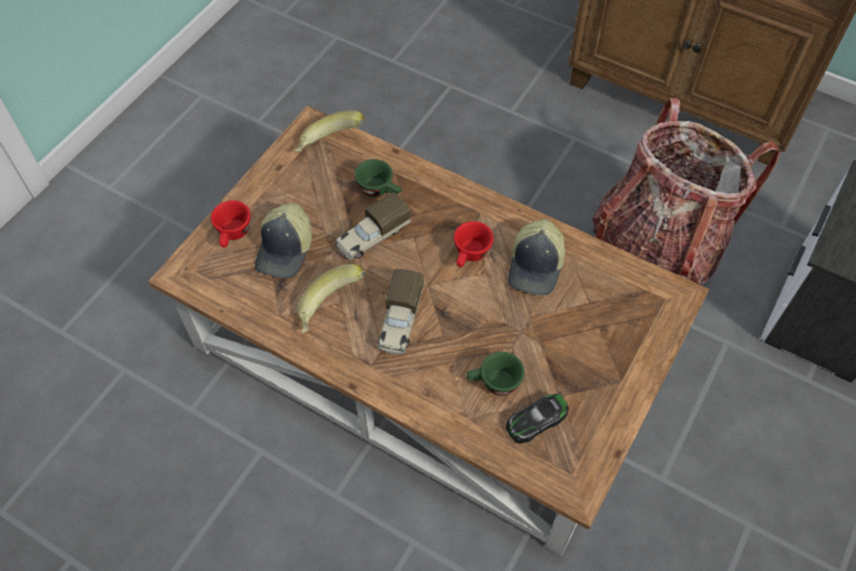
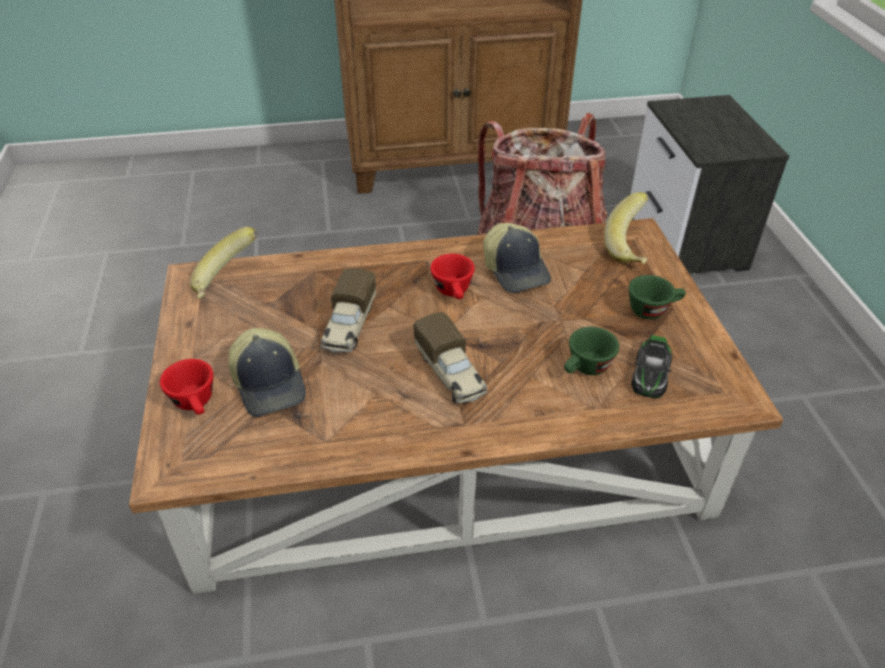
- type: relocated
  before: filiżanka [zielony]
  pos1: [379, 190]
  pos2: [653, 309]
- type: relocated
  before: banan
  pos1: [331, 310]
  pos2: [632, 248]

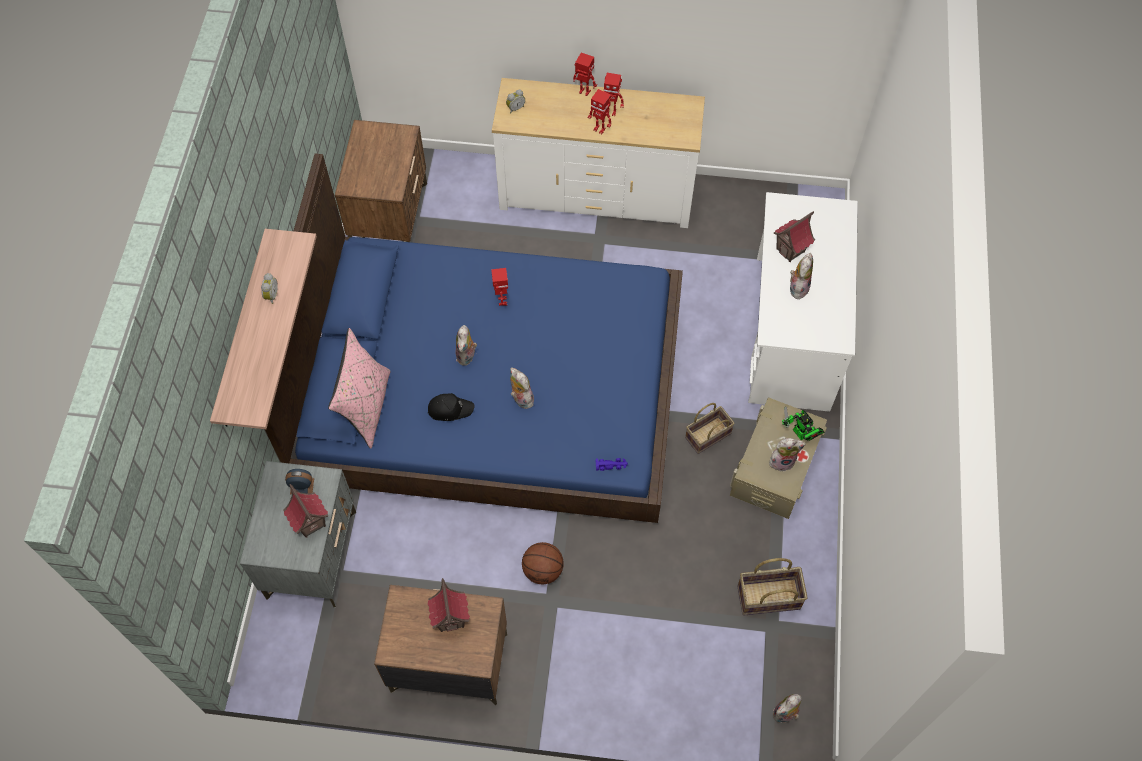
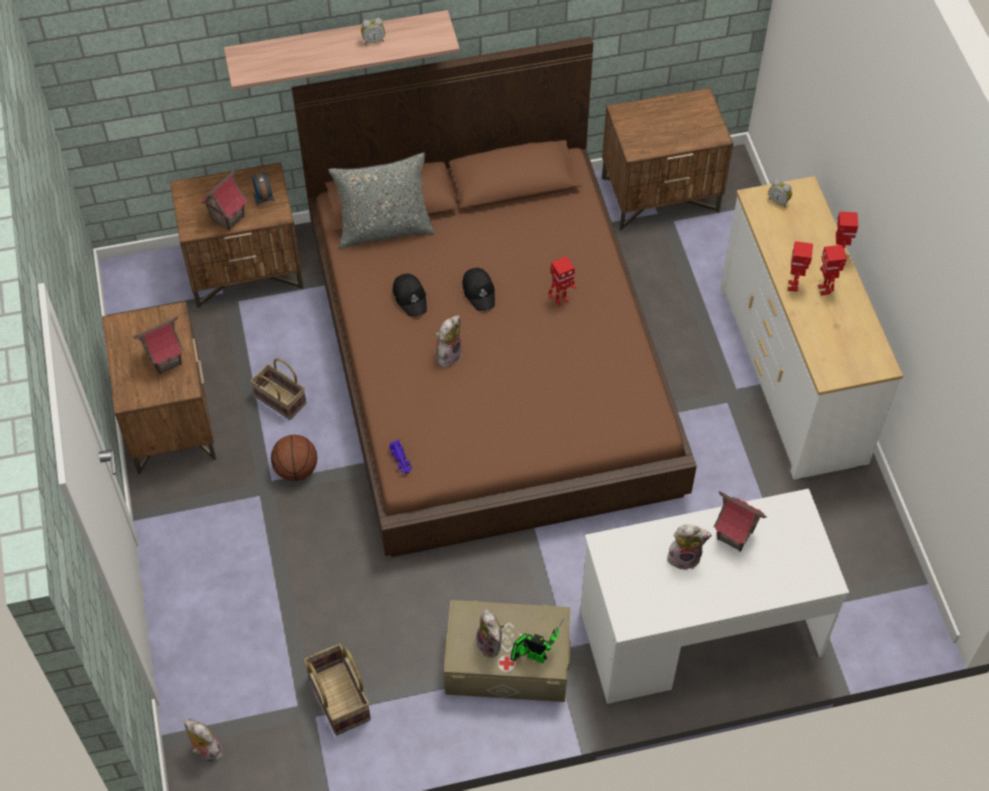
- type: colour
  before: łóżko [niebieski]
  after: łóżko [brązowy]
  pos1: [491, 387]
  pos2: [491, 355]
- type: exchanged
  before: pluszak
  after: czapka z daszkiem [czarny]
  pos1: [467, 356]
  pos2: [479, 291]
- type: colour
  before: poduszka [różowy]
  after: poduszka [szary]
  pos1: [366, 407]
  pos2: [384, 229]
- type: relocated
  before: koszyk
  pos1: [707, 437]
  pos2: [278, 400]
- type: spun
  before: robot zabawkowy
  pos1: [801, 435]
  pos2: [533, 655]
  turn: 75
- type: colour
  before: szafka nocna [szary]
  after: szafka nocna [brązowy]
  pos1: [311, 553]
  pos2: [246, 270]

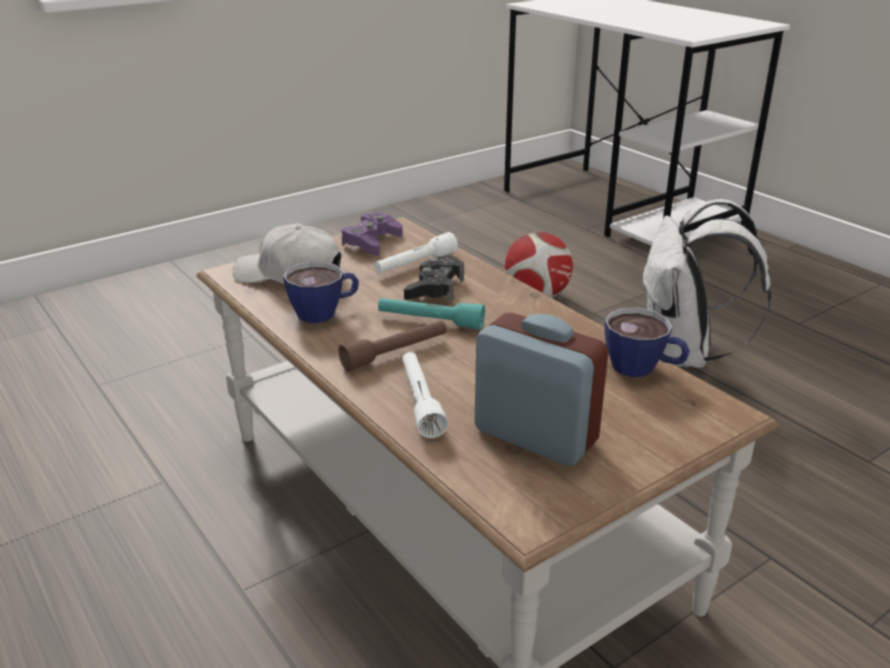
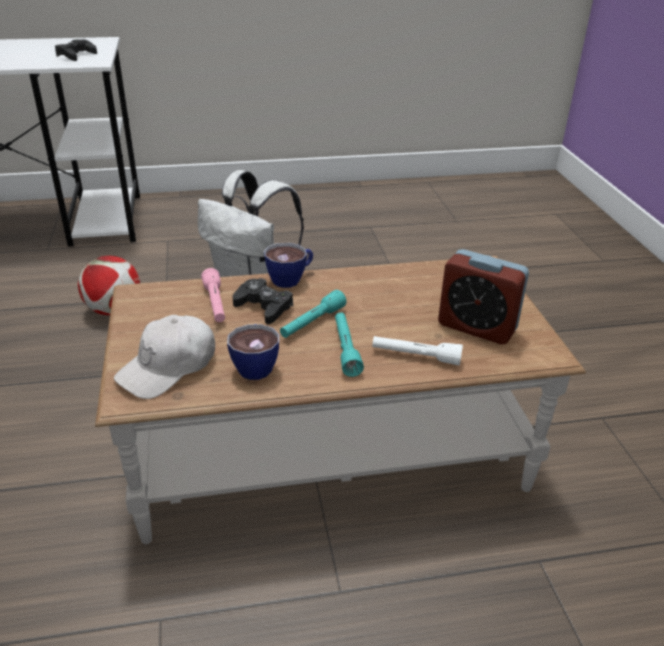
- type: missing
  before: pad do gier [fioletowy]
  pos1: [372, 242]
- type: colour
  before: latarka [biały]
  after: latarka [różowy]
  pos1: [415, 264]
  pos2: [215, 304]
- type: relocated
  before: filiżanka
  pos1: [643, 369]
  pos2: [291, 278]
- type: spun
  before: budzik
  pos1: [535, 436]
  pos2: [476, 327]
  turn: -120
- type: colour
  before: latarka [brązowy]
  after: latarka [turkusowy]
  pos1: [395, 353]
  pos2: [346, 349]
- type: appeared
  after: pad do gier [czarny]
  pos2: [76, 55]

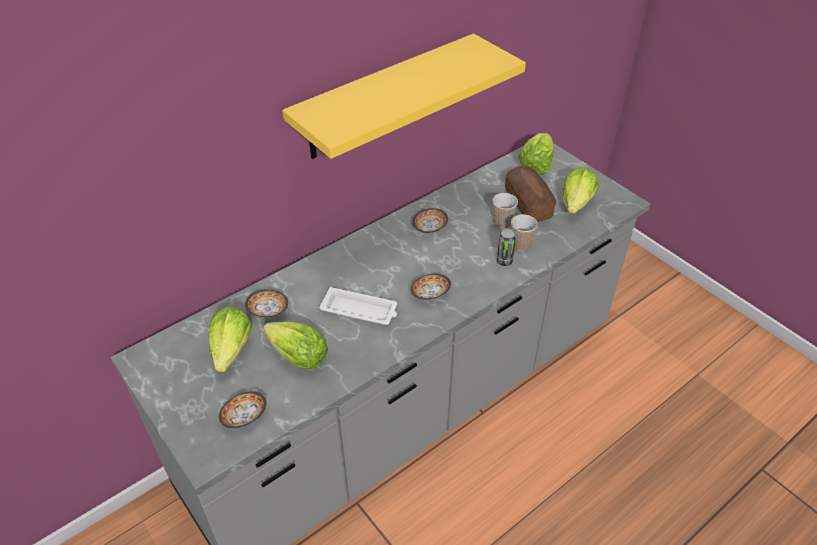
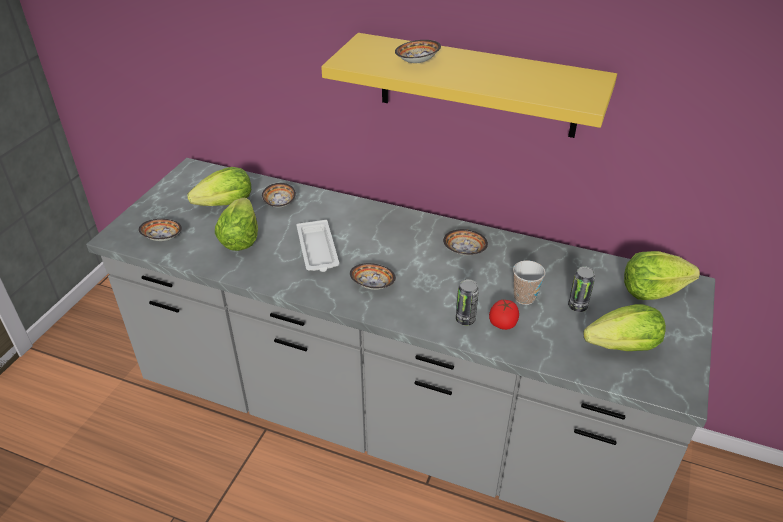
- type: exchanged
  before: chleb
  after: puszka
  pos1: [528, 203]
  pos2: [577, 306]
- type: exchanged
  before: filiżanka
  after: pomidor
  pos1: [520, 245]
  pos2: [503, 323]
- type: appeared
  after: miska
  pos2: [417, 62]

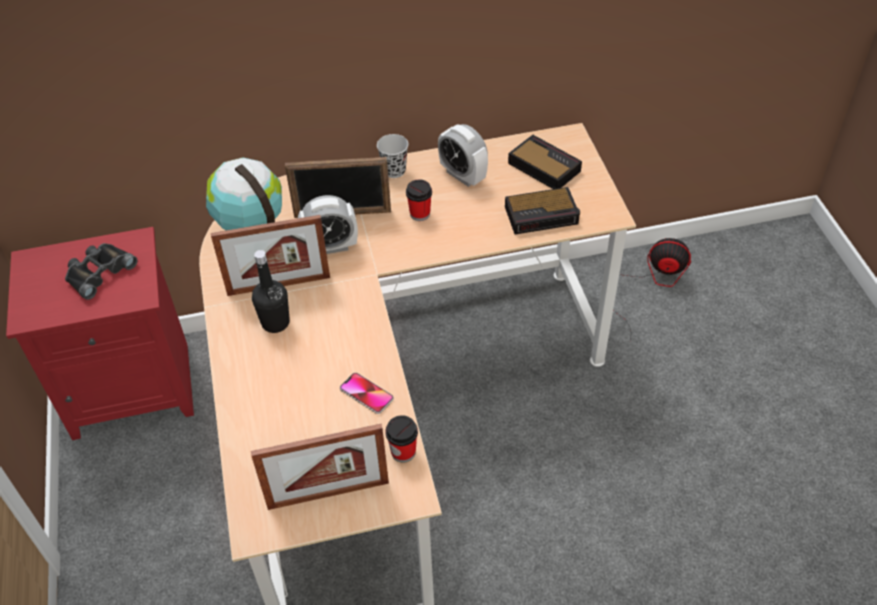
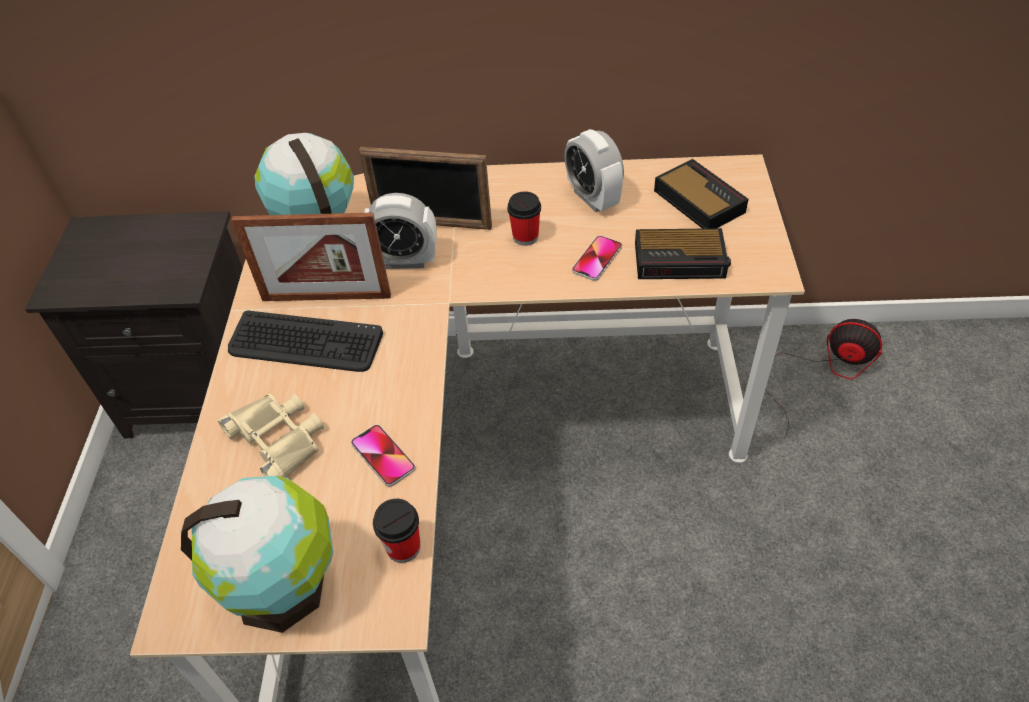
- type: missing
  before: filiżanka [czarny]
  pos1: [394, 171]
- type: colour
  before: szafka nocna [czerwony]
  after: szafka nocna [czarny]
  pos1: [134, 388]
  pos2: [205, 392]
- type: missing
  before: lornetka [czarny]
  pos1: [99, 272]
- type: exchanged
  before: butelka [czarny]
  after: klawiatura
  pos1: [275, 323]
  pos2: [305, 343]
- type: exchanged
  before: ramka na zdjęcie
  after: globus
  pos1: [328, 494]
  pos2: [285, 587]
- type: appeared
  after: telefon
  pos2: [597, 259]
- type: appeared
  after: lornetka [beżowy]
  pos2: [279, 438]

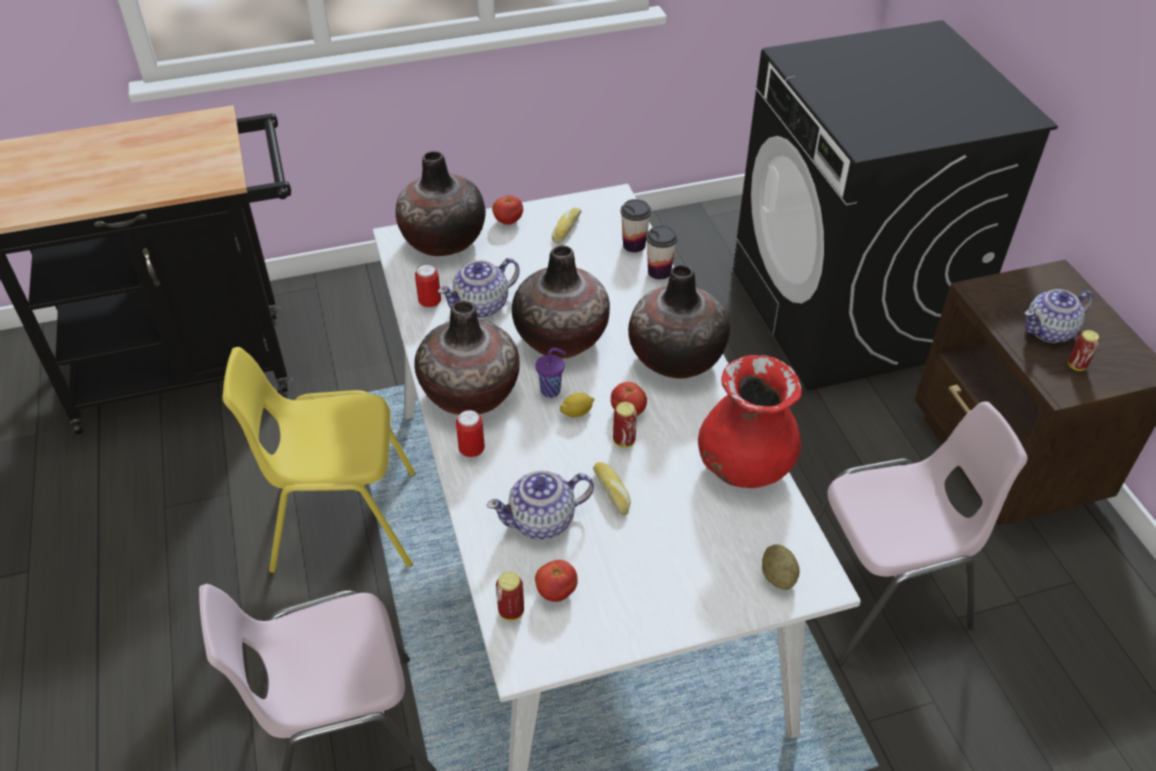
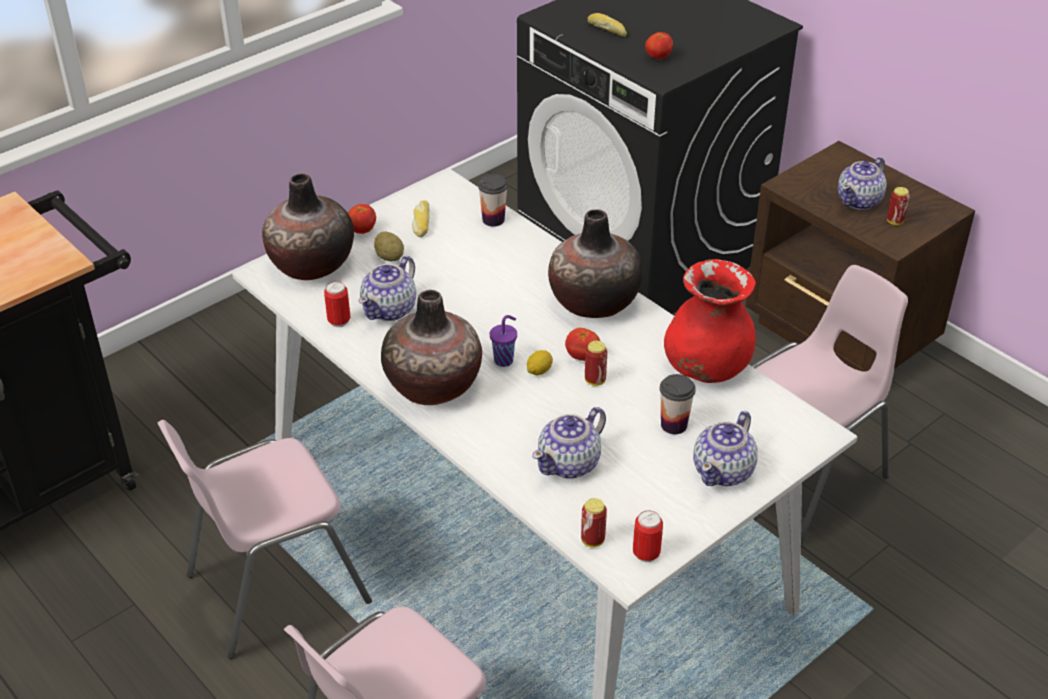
- type: relocated
  before: filiżanka
  pos1: [659, 272]
  pos2: [674, 425]
- type: missing
  before: wazon
  pos1: [561, 338]
- type: colour
  before: krzesło [żółty]
  after: krzesło [różowy]
  pos1: [343, 521]
  pos2: [275, 587]
- type: relocated
  before: puszka
  pos1: [472, 450]
  pos2: [646, 554]
- type: relocated
  before: chleb
  pos1: [613, 492]
  pos2: [607, 30]
- type: relocated
  before: ziemniak
  pos1: [778, 577]
  pos2: [389, 257]
- type: relocated
  before: pomidor
  pos1: [556, 591]
  pos2: [658, 57]
- type: appeared
  after: imbryk
  pos2: [724, 471]

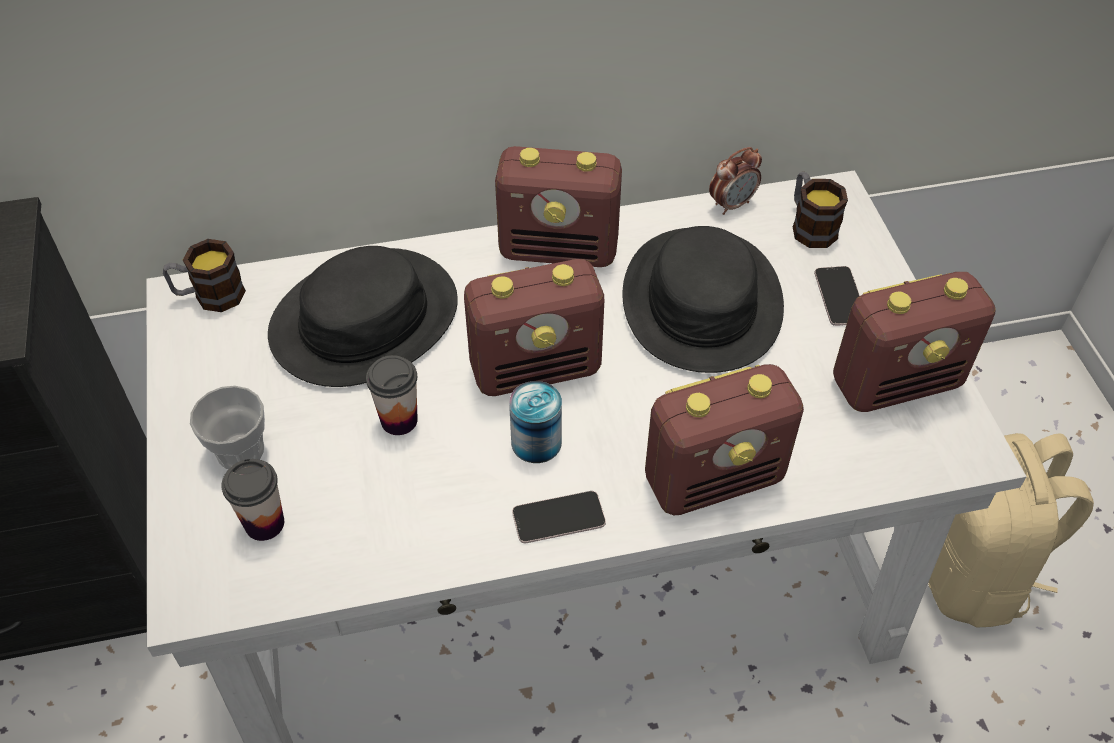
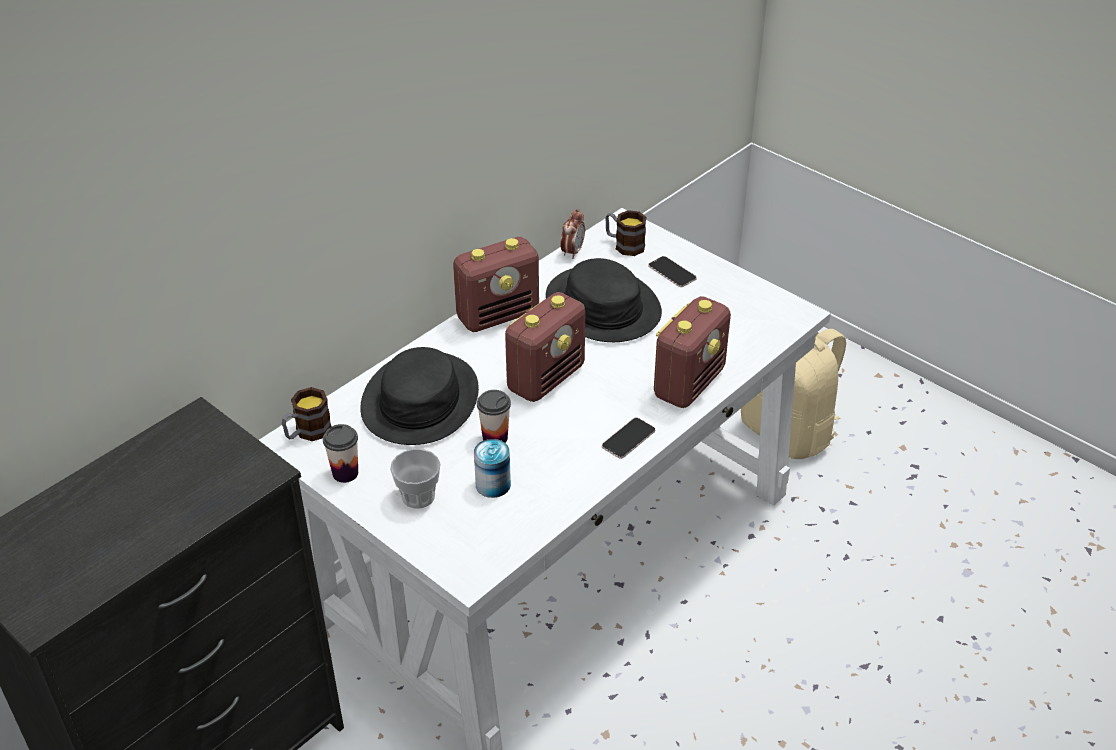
- type: missing
  before: radio
  pos1: [897, 382]
- type: relocated
  before: puszka
  pos1: [536, 442]
  pos2: [493, 484]
- type: relocated
  before: filiżanka
  pos1: [264, 523]
  pos2: [345, 473]

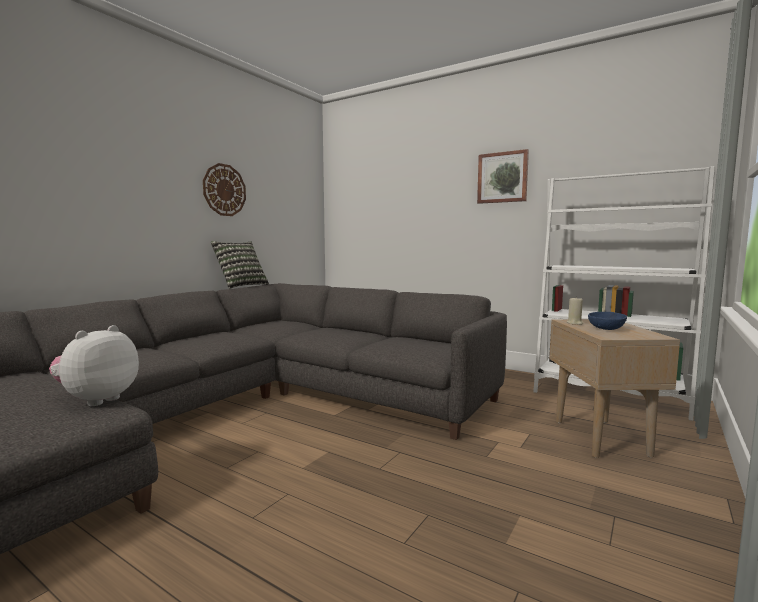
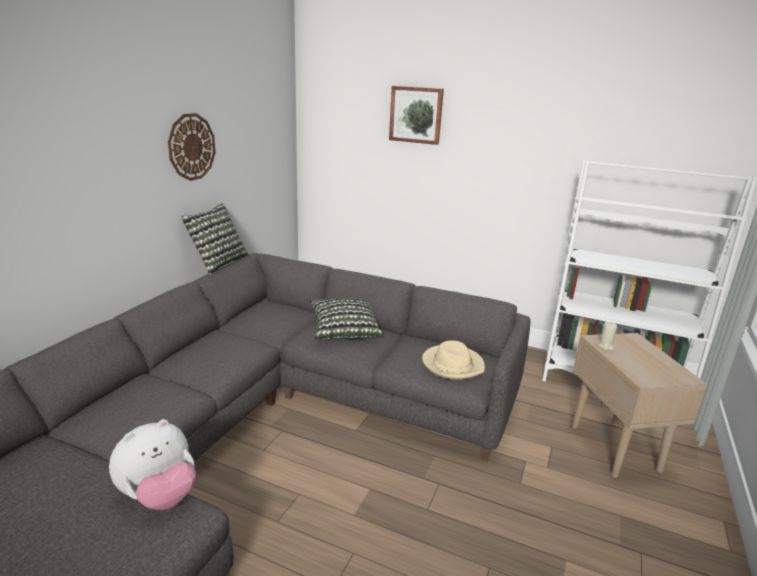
- type: relocated
  before: obraz
  pos1: [502, 177]
  pos2: [416, 115]
- type: missing
  before: miska [niebieski]
  pos1: [606, 329]
- type: spun
  before: pluszak
  pos1: [97, 400]
  pos2: [159, 496]
  turn: -150
- type: appeared
  after: poduszka
  pos2: [345, 330]
- type: appeared
  after: kapelusz [beżowy]
  pos2: [452, 364]

